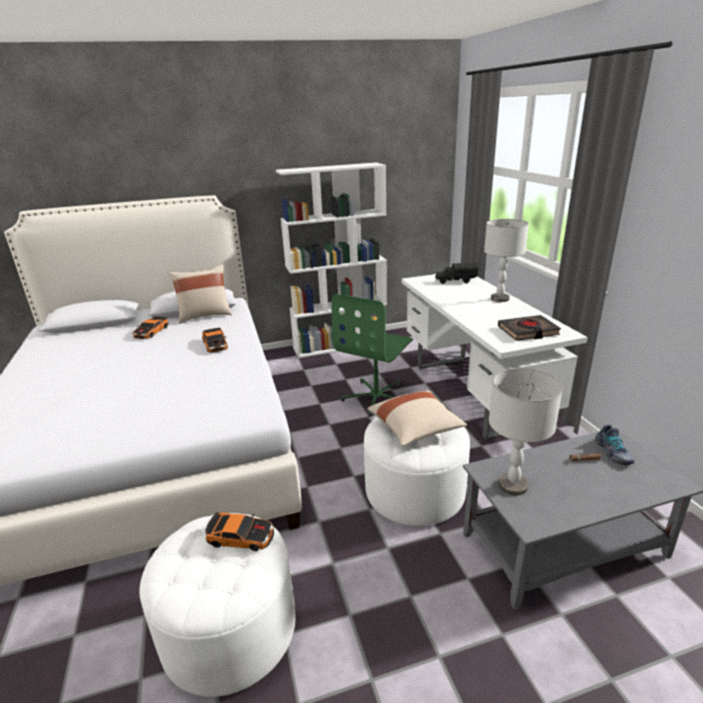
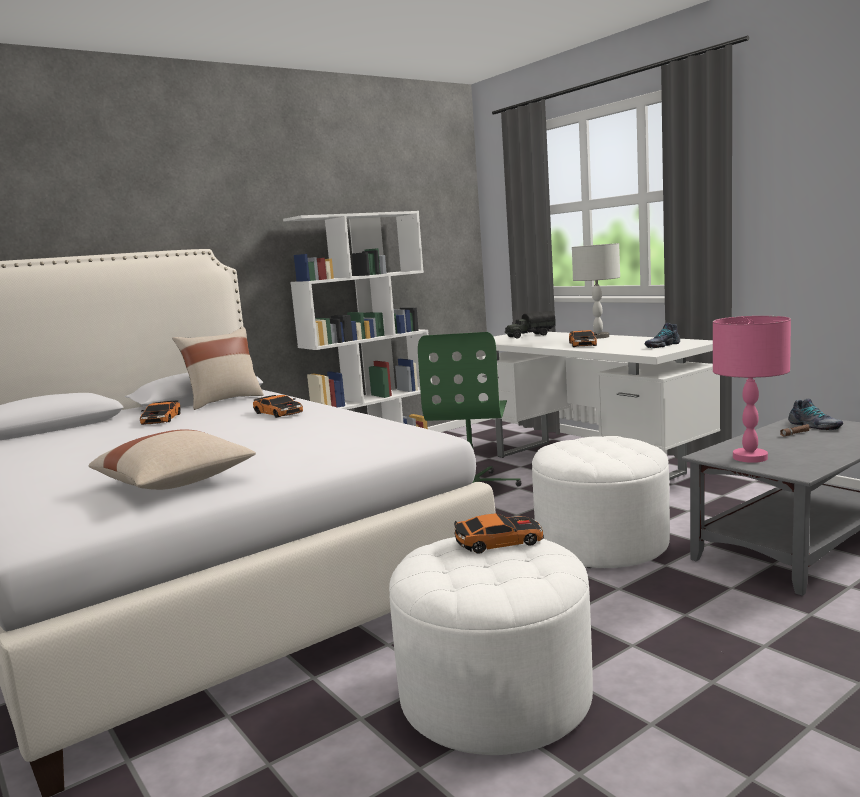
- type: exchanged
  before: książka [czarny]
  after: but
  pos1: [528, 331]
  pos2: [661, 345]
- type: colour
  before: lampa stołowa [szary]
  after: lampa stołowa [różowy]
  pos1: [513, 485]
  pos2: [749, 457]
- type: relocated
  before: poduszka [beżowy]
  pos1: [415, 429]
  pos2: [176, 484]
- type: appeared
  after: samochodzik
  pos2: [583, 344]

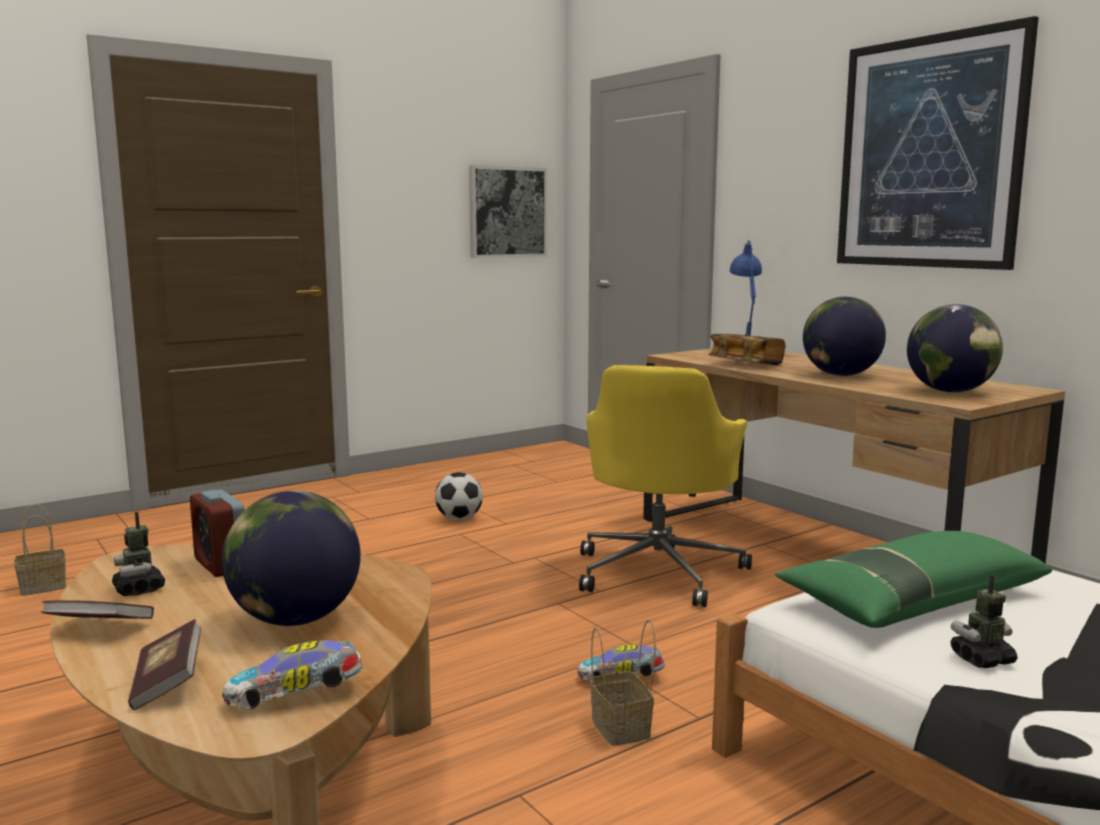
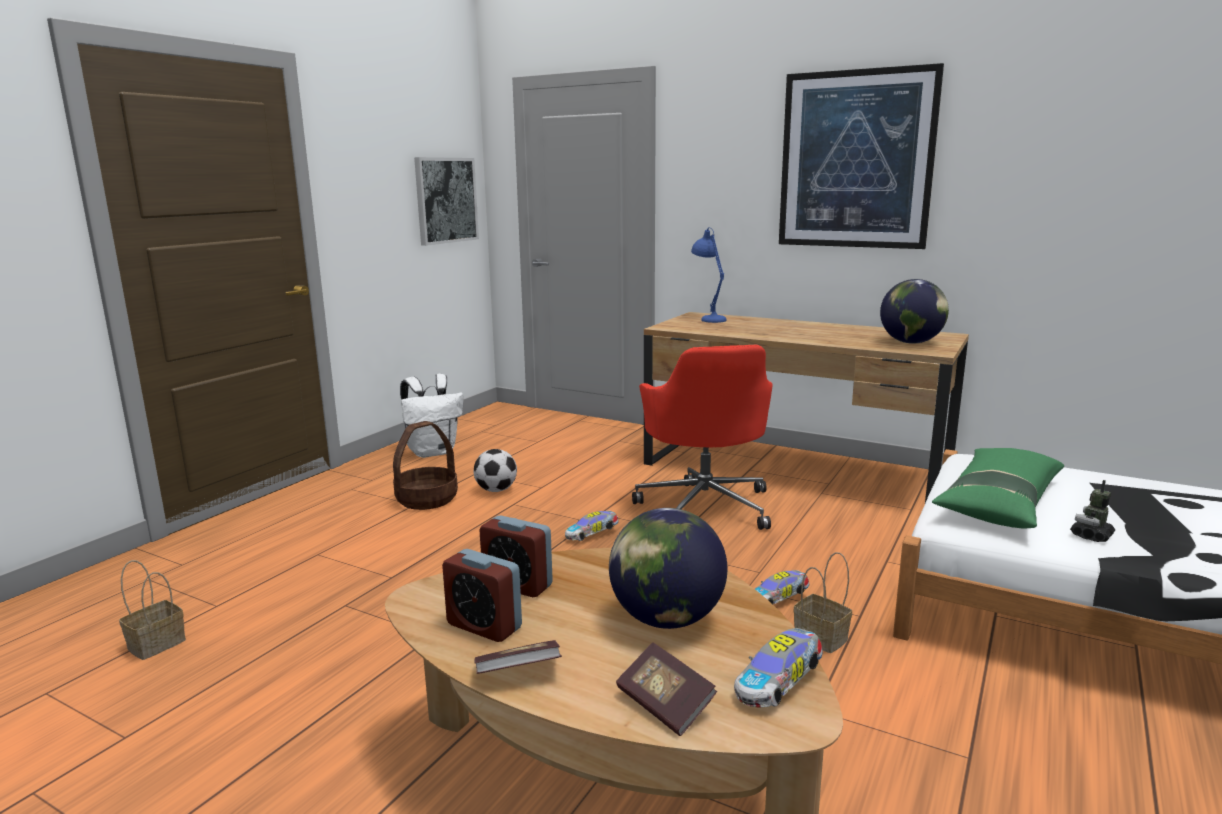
- type: missing
  before: globus
  pos1: [840, 375]
- type: missing
  before: książka
  pos1: [746, 365]
- type: colour
  before: krzesło biurowe [żółty]
  after: krzesło biurowe [czerwony]
  pos1: [659, 571]
  pos2: [705, 506]
- type: exchanged
  before: robot zabawkowy
  after: budzik
  pos1: [139, 589]
  pos2: [484, 626]
- type: appeared
  after: plecak [biały]
  pos2: [433, 452]
- type: appeared
  after: koszyk
  pos2: [427, 499]
- type: appeared
  after: samochodzik
  pos2: [592, 534]

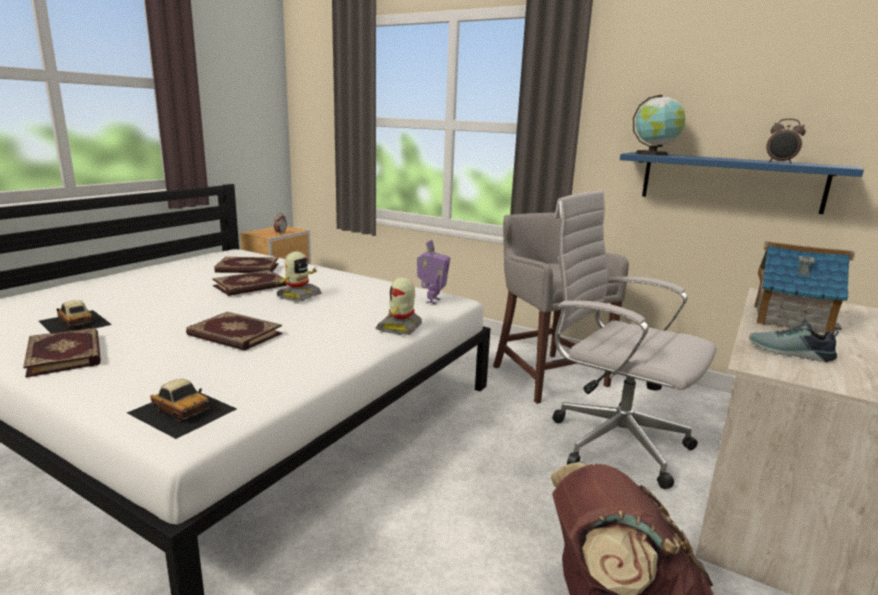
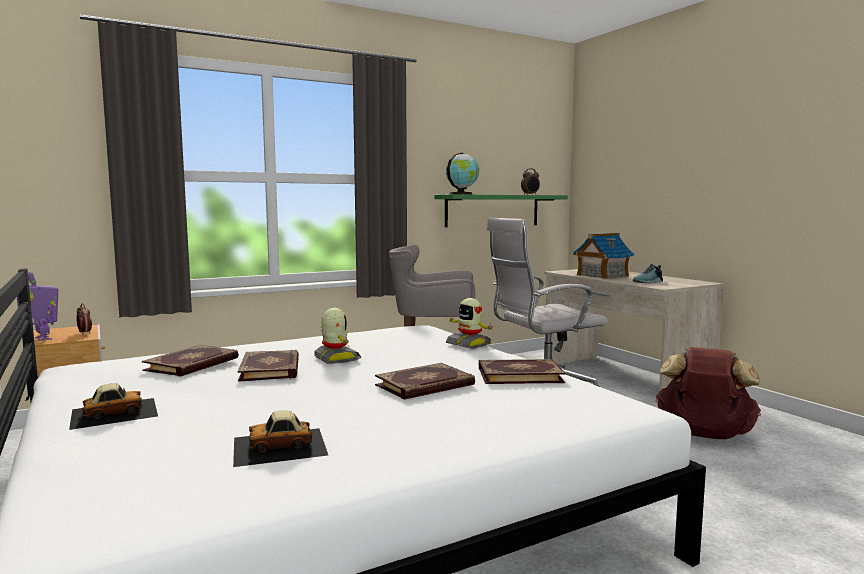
- type: colour
  before: półka [niebieski]
  after: półka [zielony]
  pos1: [730, 181]
  pos2: [492, 210]
- type: relocated
  before: robot zabawkowy
  pos1: [432, 301]
  pos2: [41, 339]
- type: relocated
  before: książka
  pos1: [66, 354]
  pos2: [519, 375]
- type: relocated
  before: samochodzik
  pos1: [182, 410]
  pos2: [114, 412]

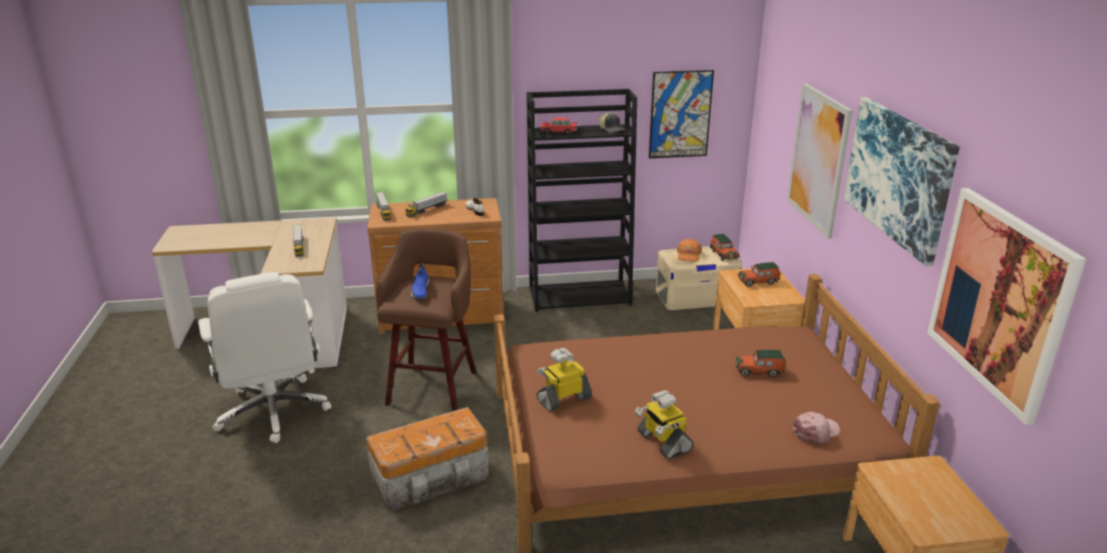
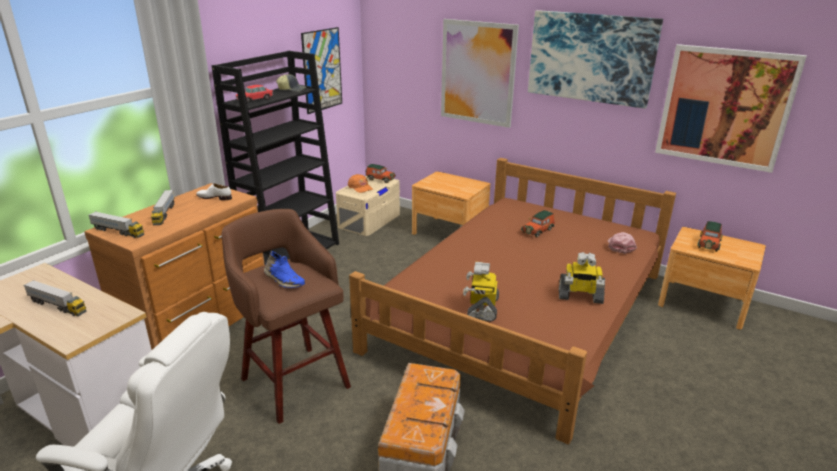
- type: relocated
  before: samochodzik
  pos1: [759, 282]
  pos2: [709, 243]

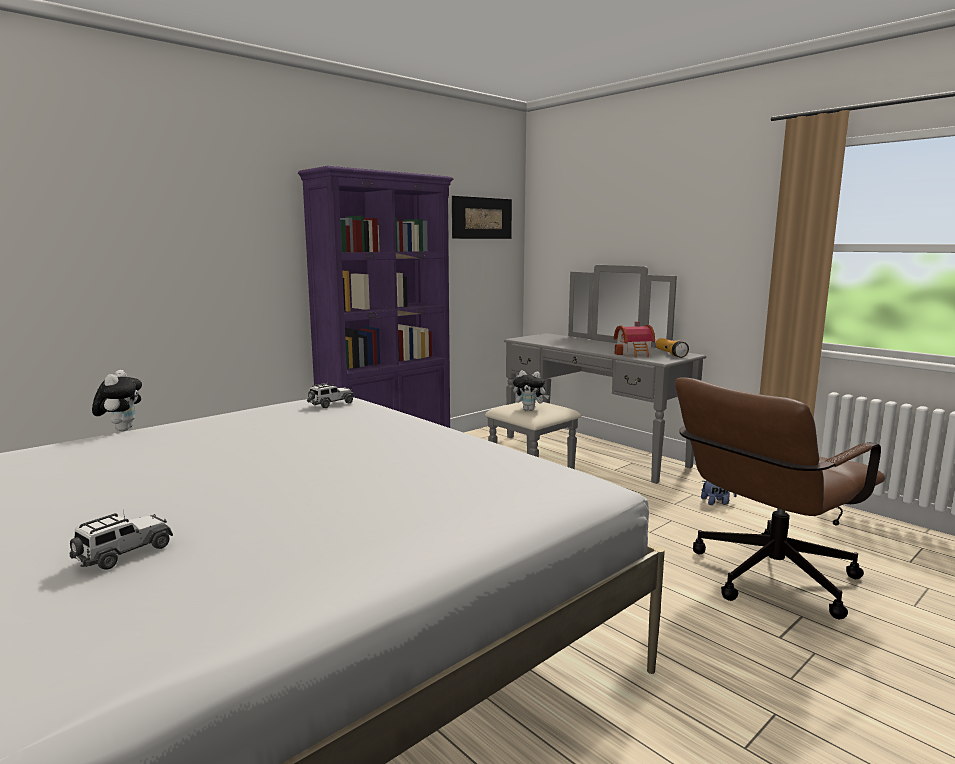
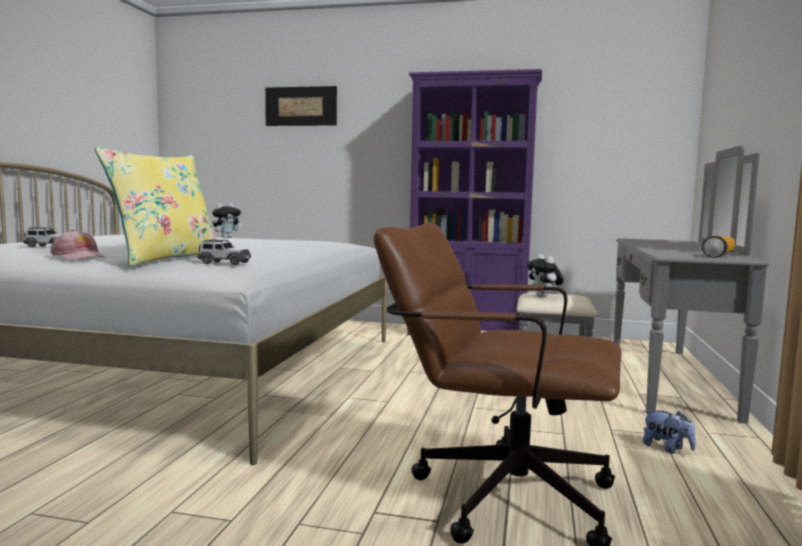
- type: relocated
  before: obraz
  pos1: [482, 218]
  pos2: [301, 106]
- type: missing
  before: domek
  pos1: [635, 354]
- type: relocated
  before: samochodzik
  pos1: [331, 404]
  pos2: [224, 263]
- type: appeared
  after: poduszka [żółty]
  pos2: [165, 259]
- type: appeared
  after: czapka z daszkiem [różowy]
  pos2: [79, 257]

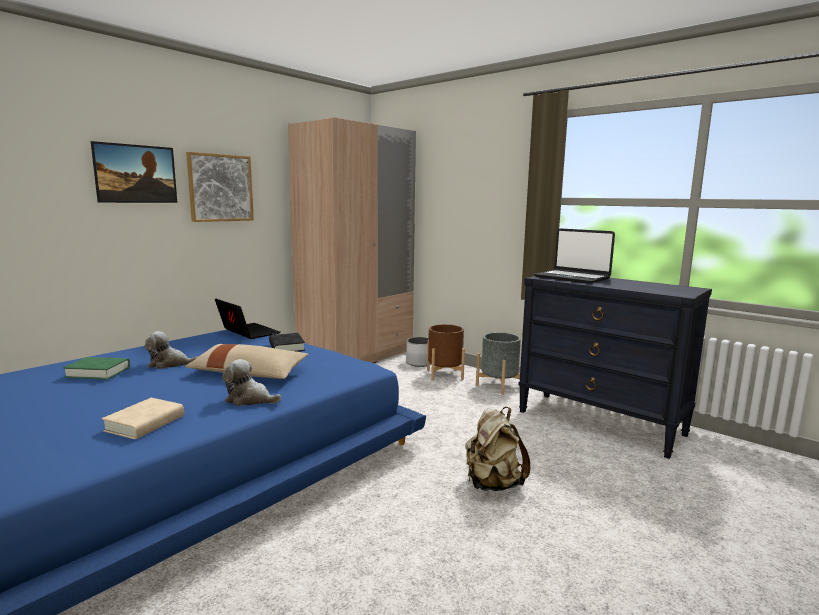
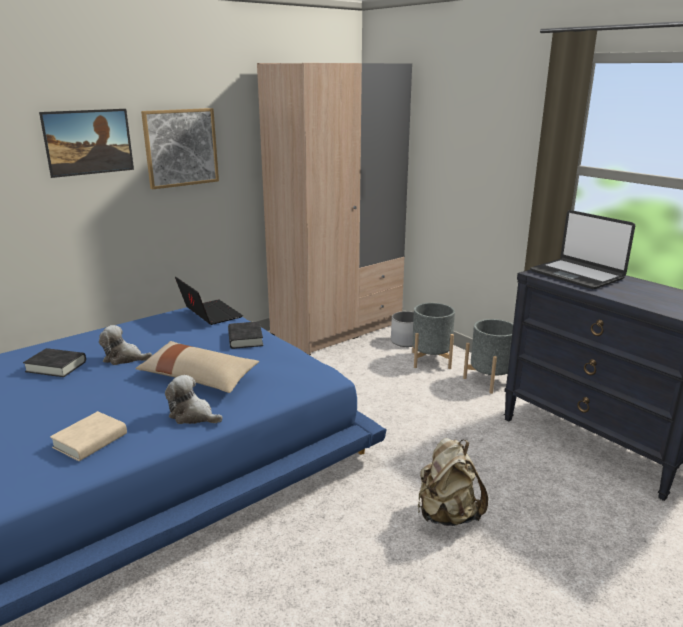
- type: colour
  before: donica [brązowy]
  after: donica [szary]
  pos1: [444, 374]
  pos2: [431, 360]
- type: colour
  before: książka [zielony]
  after: książka [czarny]
  pos1: [98, 372]
  pos2: [56, 366]

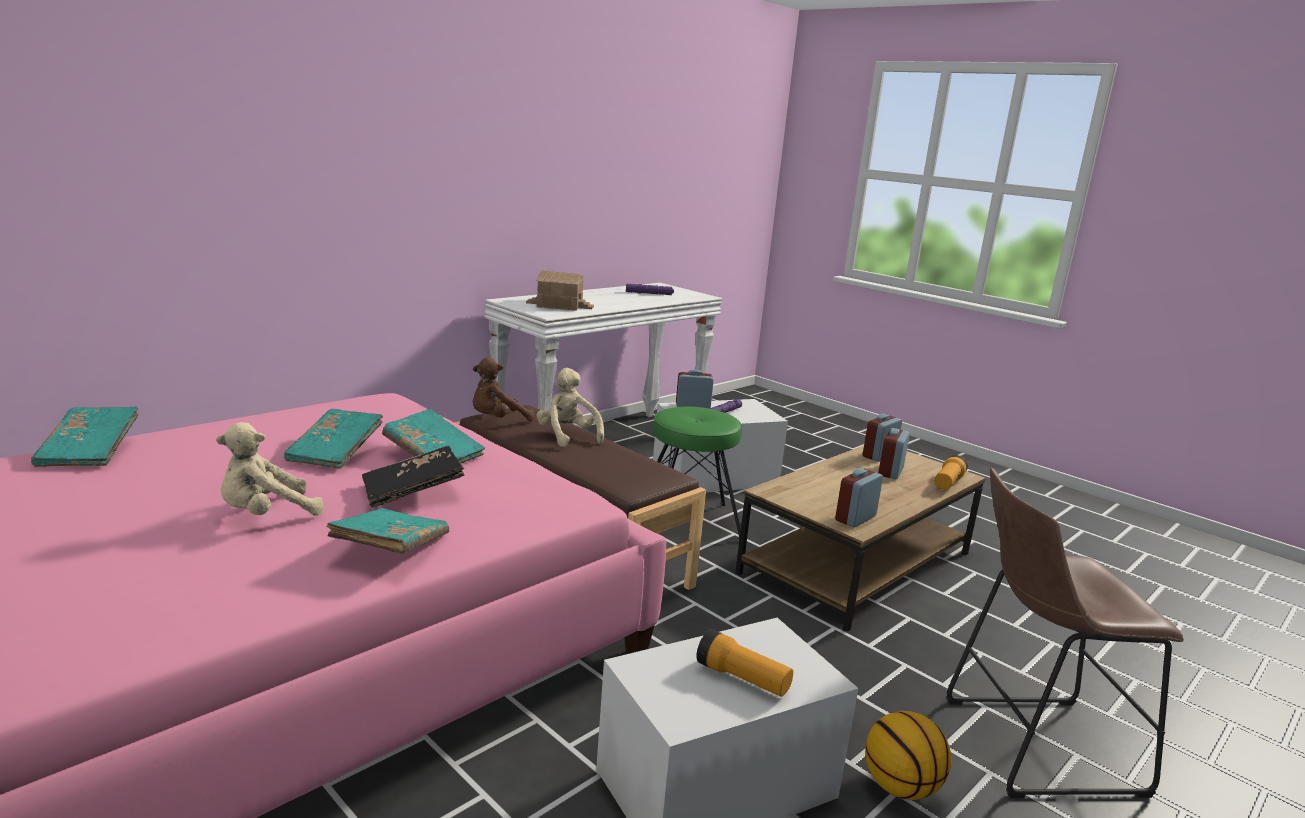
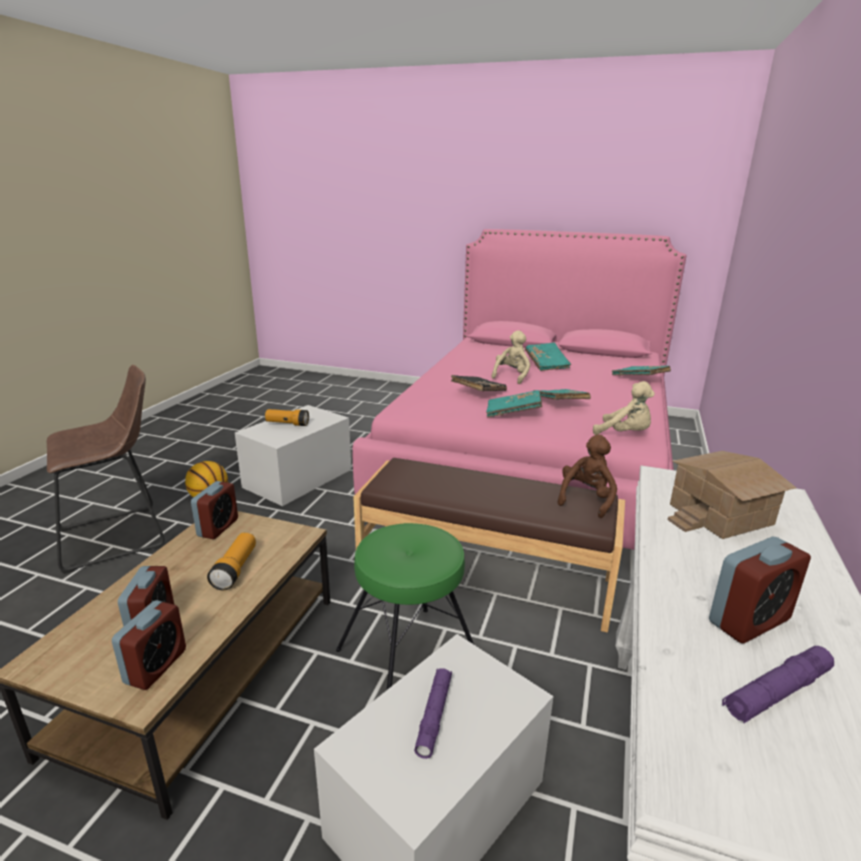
- type: relocated
  before: pluszak [beżowy]
  pos1: [568, 436]
  pos2: [625, 434]
- type: relocated
  before: budzik
  pos1: [692, 407]
  pos2: [749, 621]
- type: relocated
  before: latarka
  pos1: [948, 483]
  pos2: [235, 569]
- type: relocated
  before: książka [turkusowy]
  pos1: [390, 547]
  pos2: [546, 364]

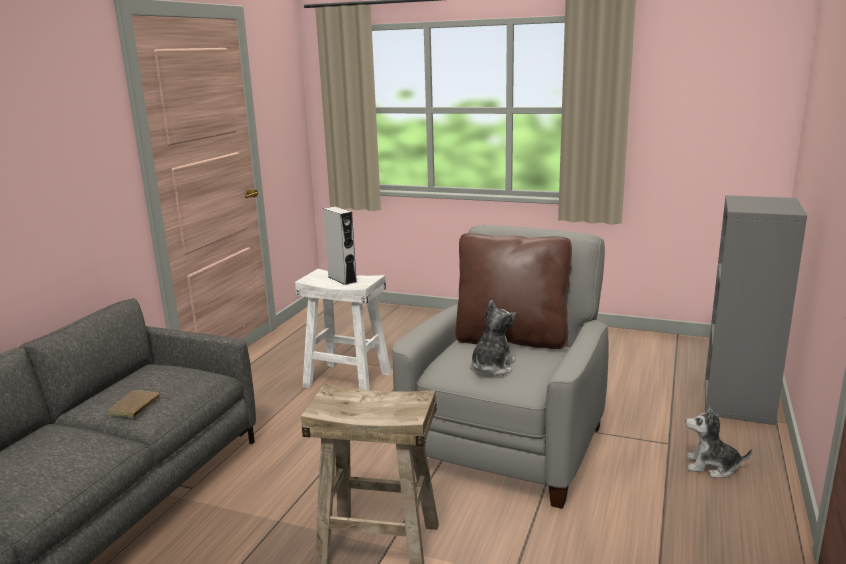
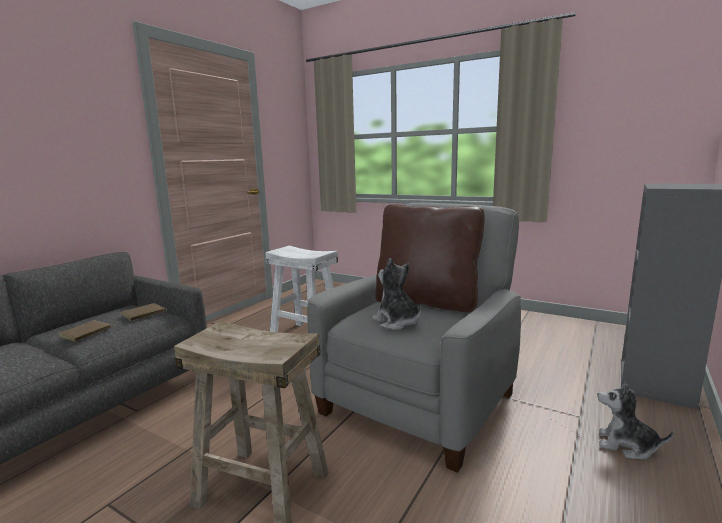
- type: missing
  before: głośnik [szary]
  pos1: [342, 279]
- type: spun
  before: pluszak
  pos1: [491, 367]
  pos2: [397, 322]
  turn: -75
- type: appeared
  after: książka [brązowy]
  pos2: [143, 314]

